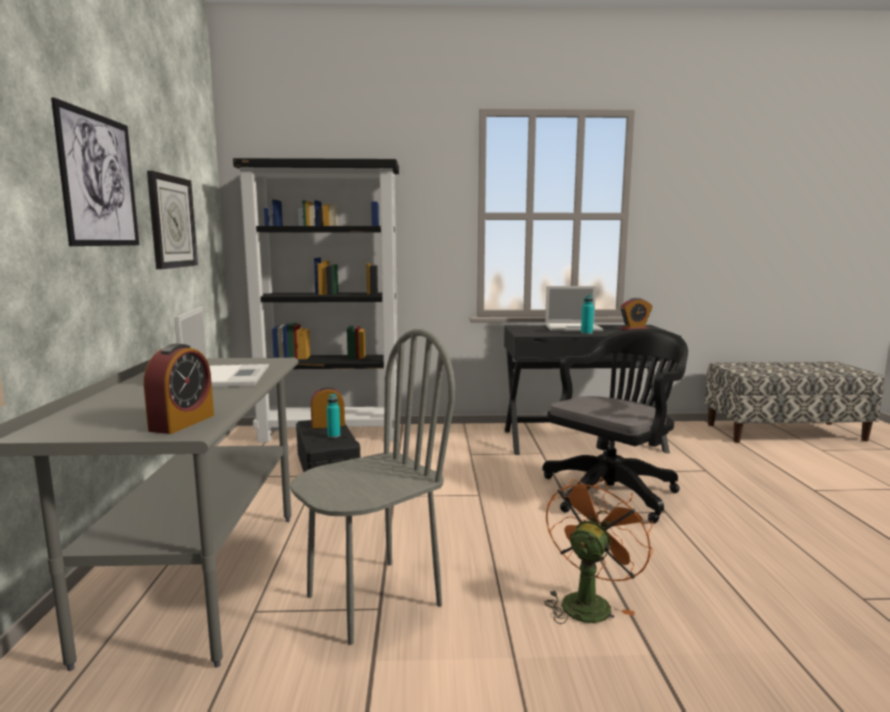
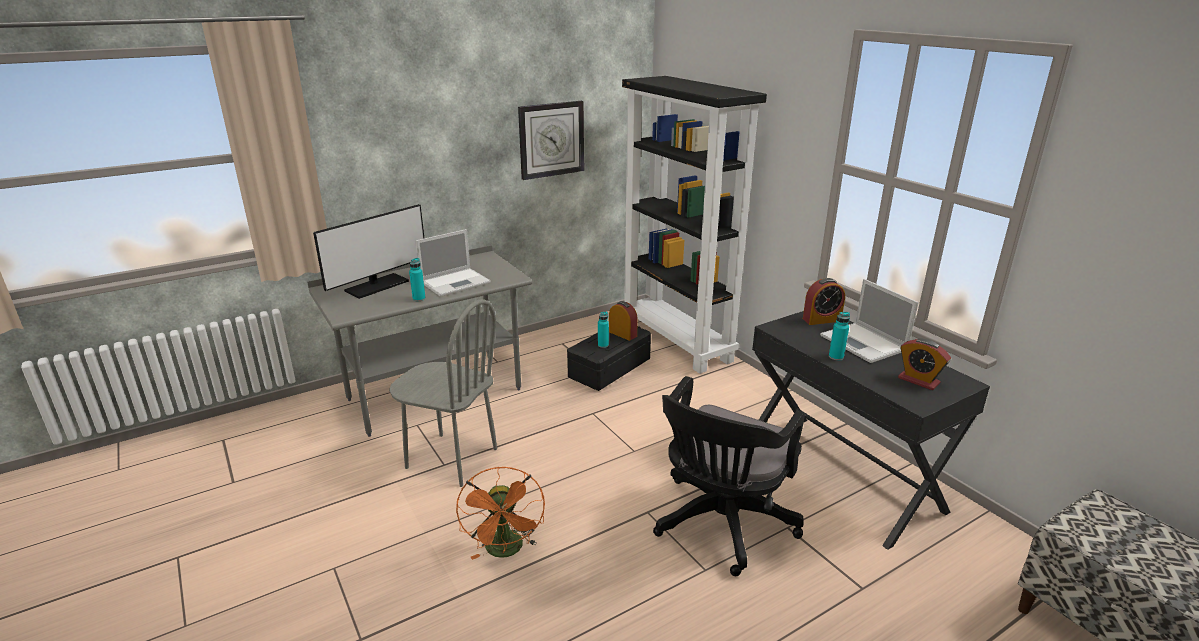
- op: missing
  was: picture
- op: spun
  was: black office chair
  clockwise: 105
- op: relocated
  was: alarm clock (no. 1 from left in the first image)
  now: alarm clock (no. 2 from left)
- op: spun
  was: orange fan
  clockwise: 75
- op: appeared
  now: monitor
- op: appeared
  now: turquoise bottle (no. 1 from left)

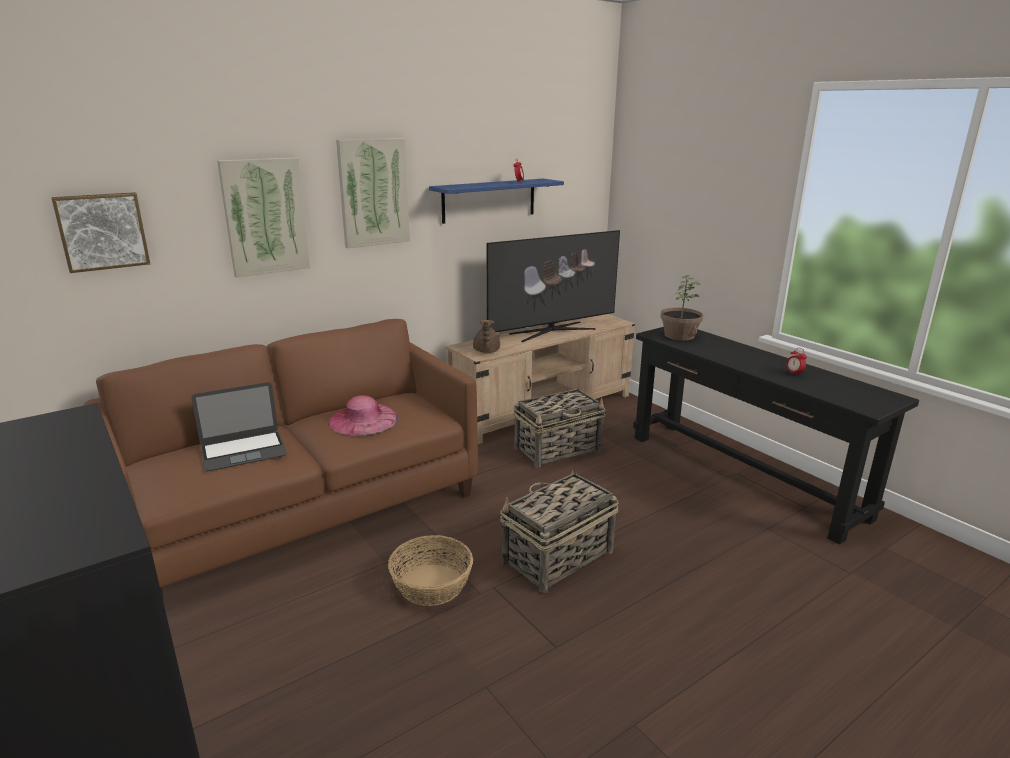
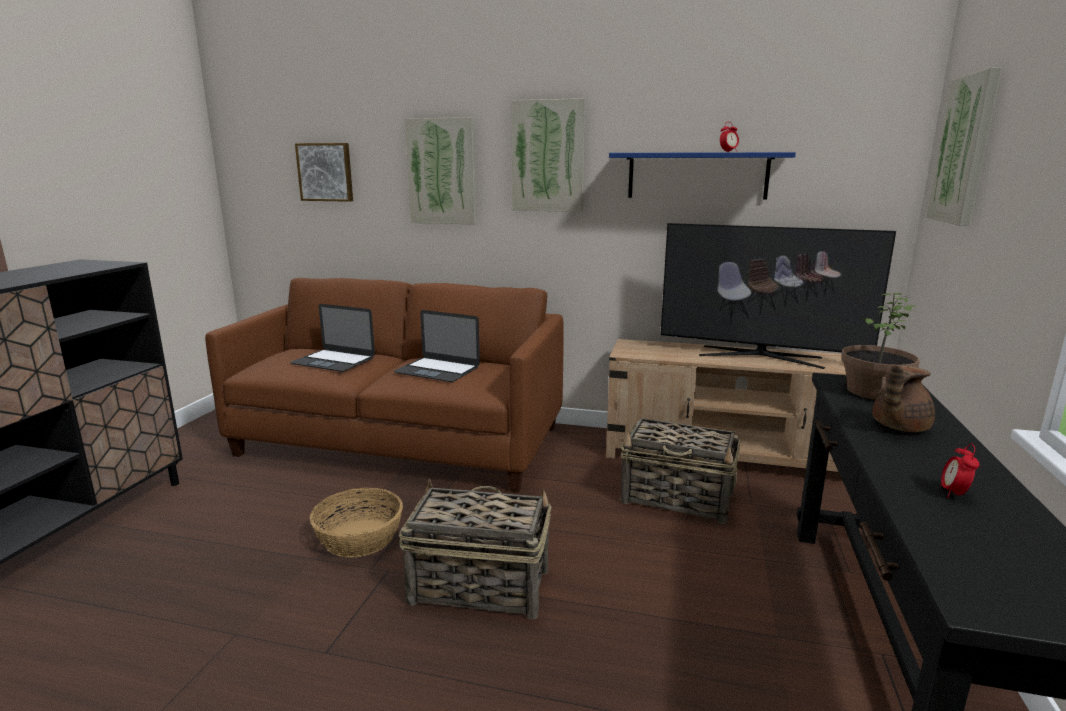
- op: relocated
  was: brown teapot
- op: exchanged
  was: pink hat
  now: laptop (no. 2 from left)
- op: appeared
  now: picture (no. 4 from left)

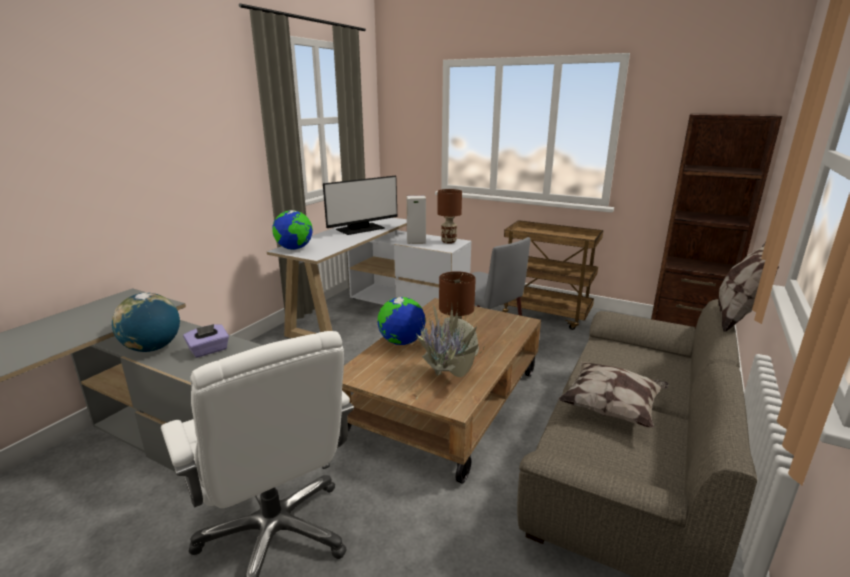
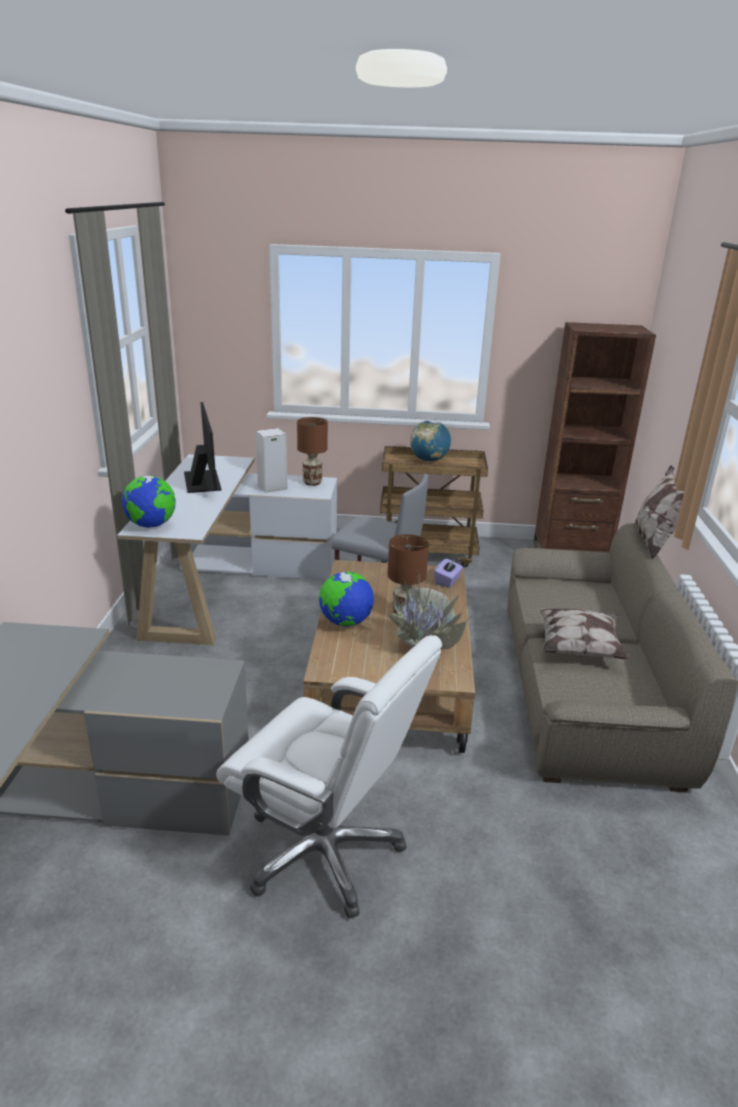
- op: spun
  was: monitor
  clockwise: -45
- op: relocated
  was: globe (no. 1 from left in the first image)
  now: globe (no. 3 from left)
- op: relocated
  was: purple tissue box

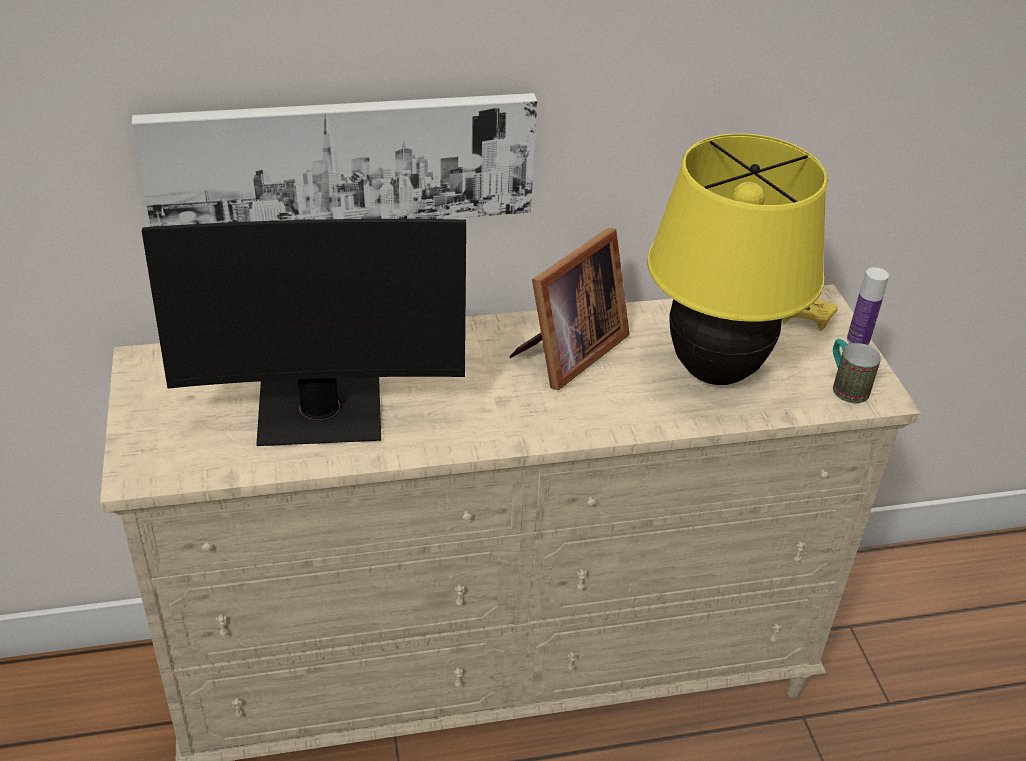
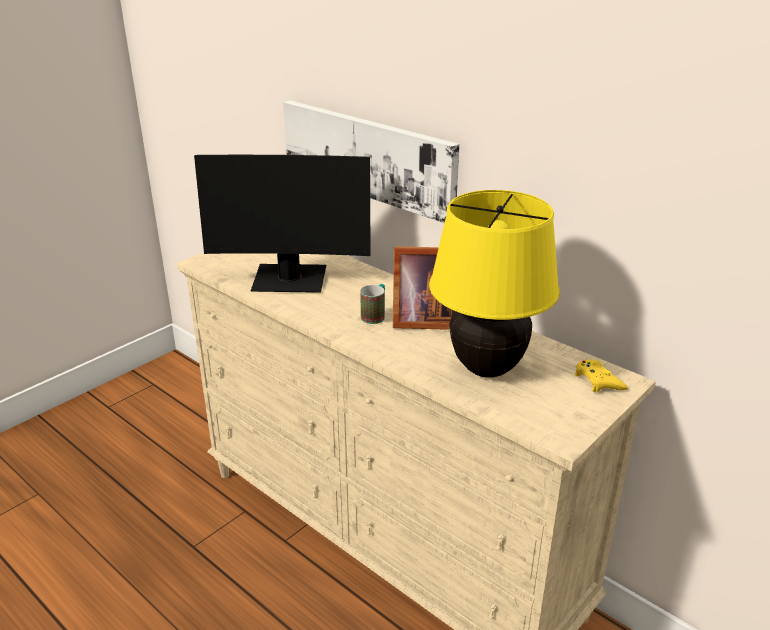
- op: spun
  was: monitor
  clockwise: -45
- op: missing
  was: bottle
- op: relocated
  was: mug

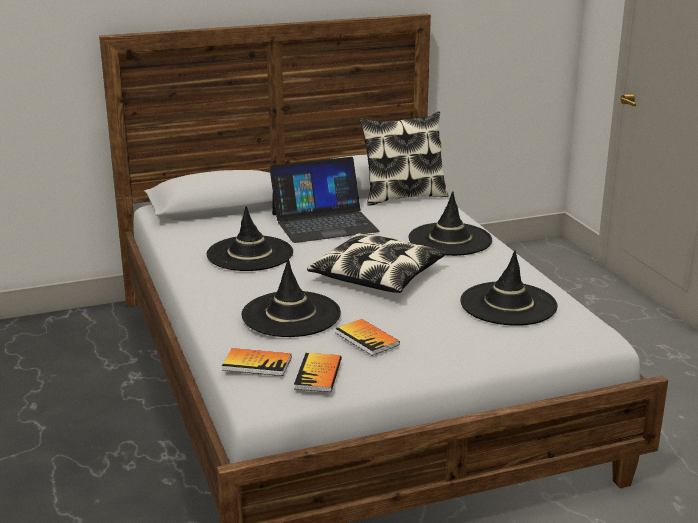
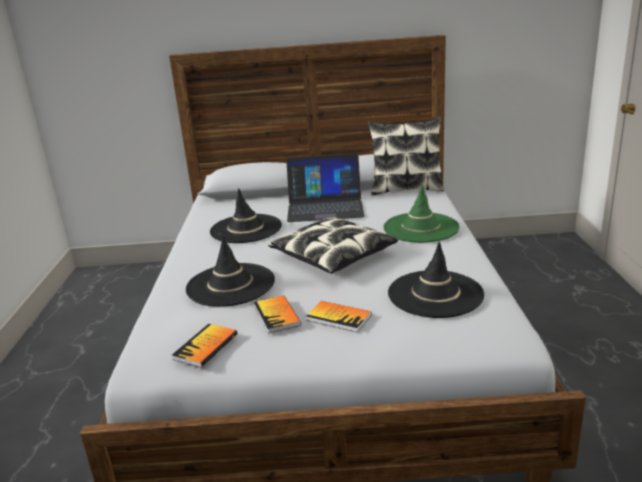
- op: colour
  was: black hat (no. 3 from left)
  now: green hat
- op: relocated
  was: book (no. 1 from left in the first image)
  now: book (no. 3 from left)

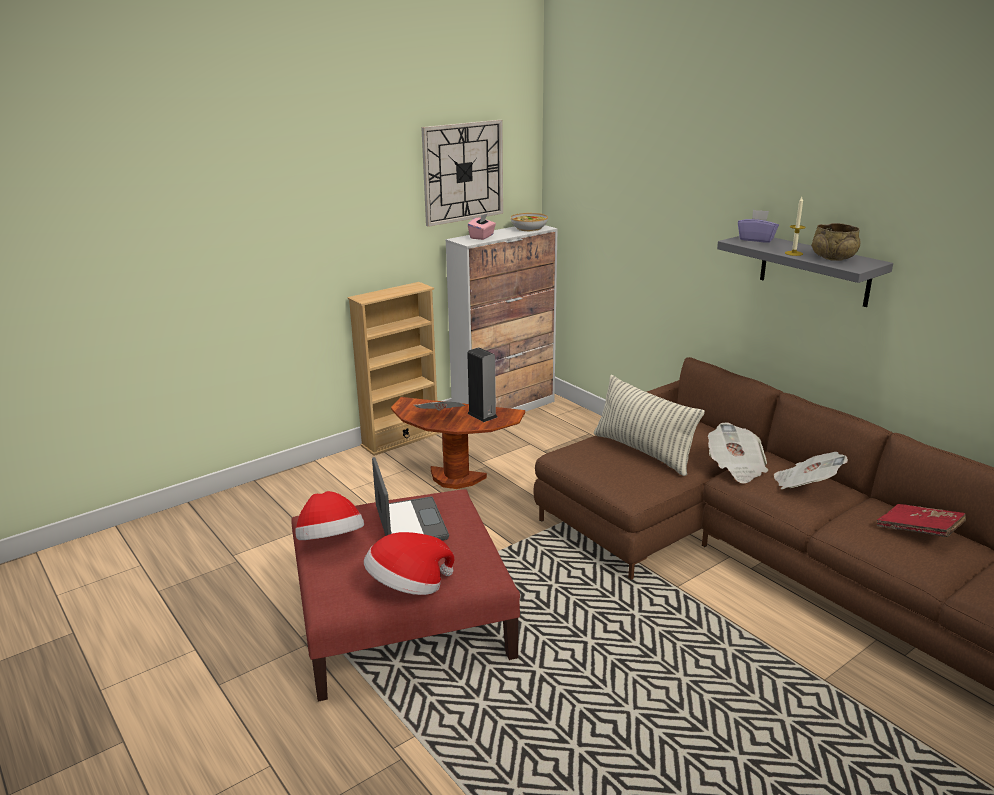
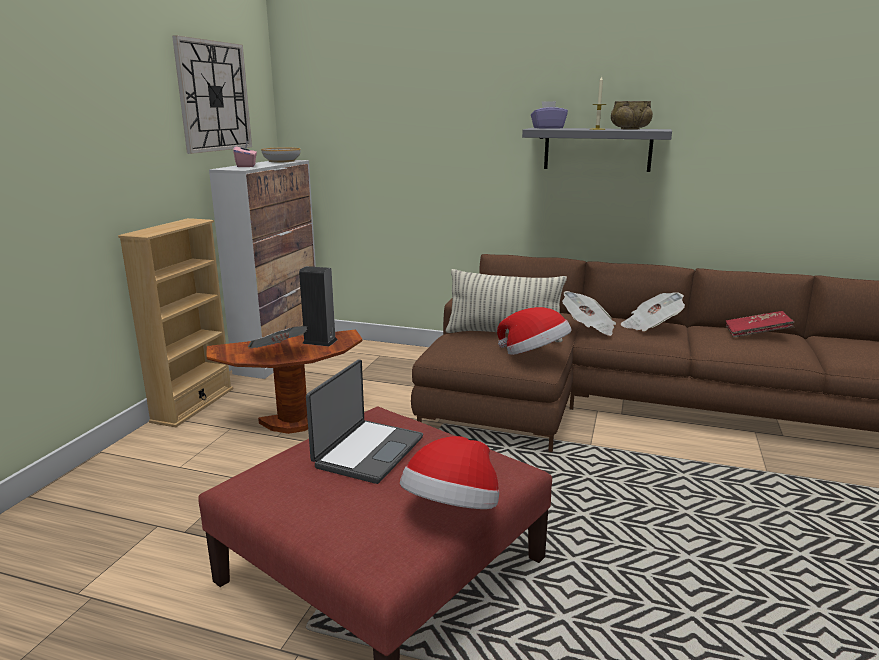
- op: spun
  was: laptop
  clockwise: 75
- op: relocated
  was: hat (no. 1 from left in the first image)
  now: hat (no. 2 from left)

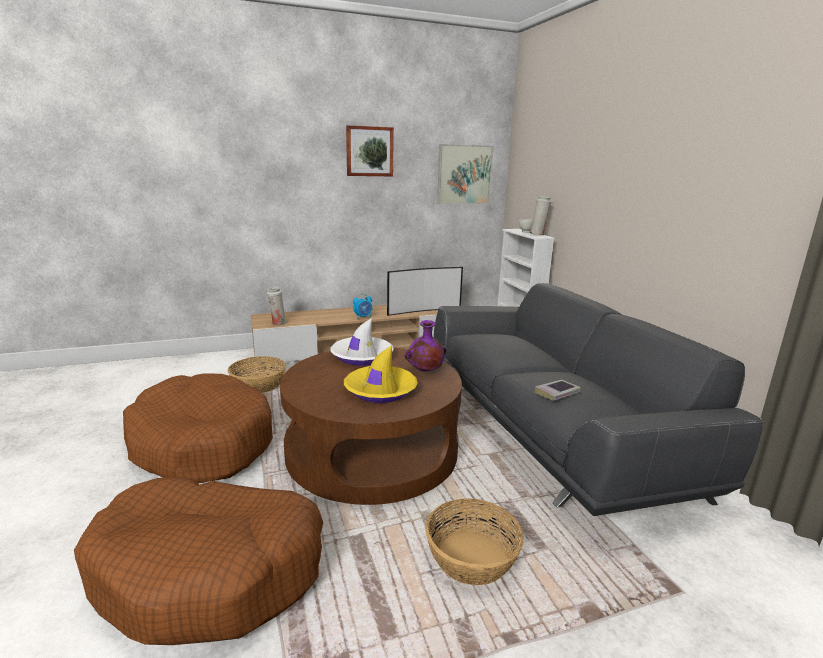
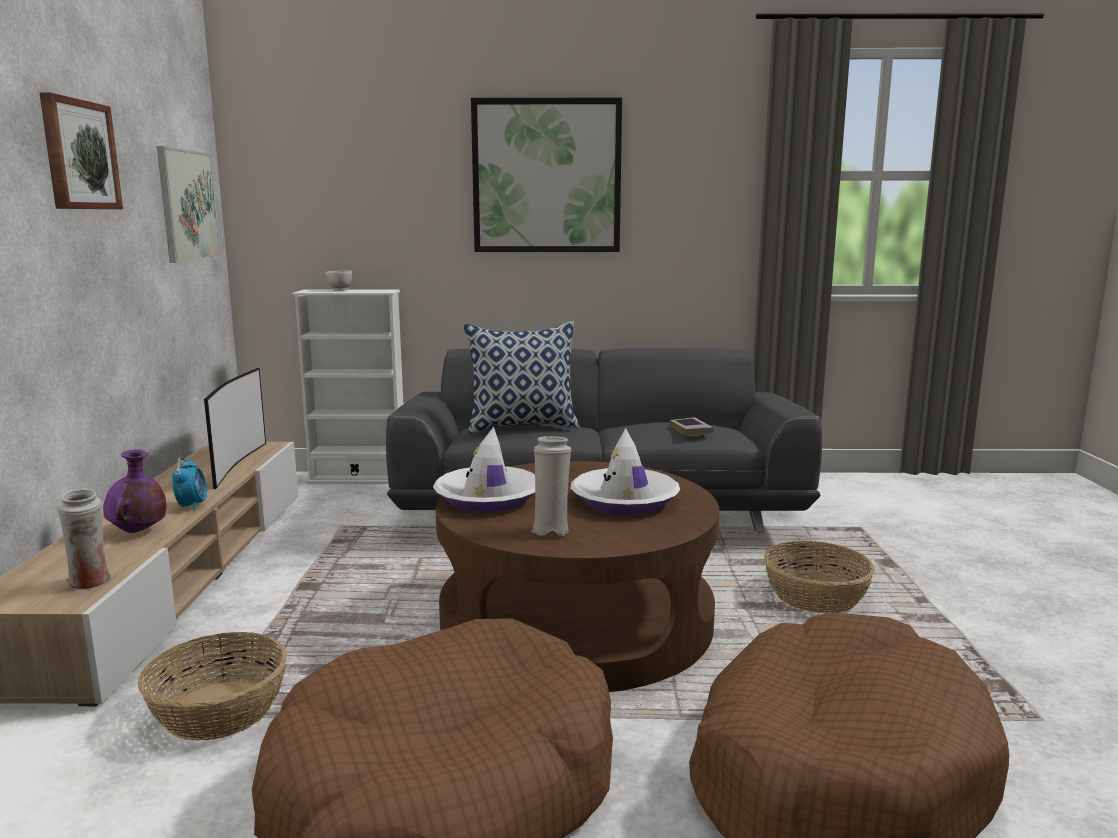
- op: relocated
  was: white vase (no. 2 from left)
- op: relocated
  was: purple vase
- op: colour
  was: yellow hat
  now: white hat (no. 2 from left)
- op: appeared
  now: picture (no. 3 from left)
- op: appeared
  now: pillow

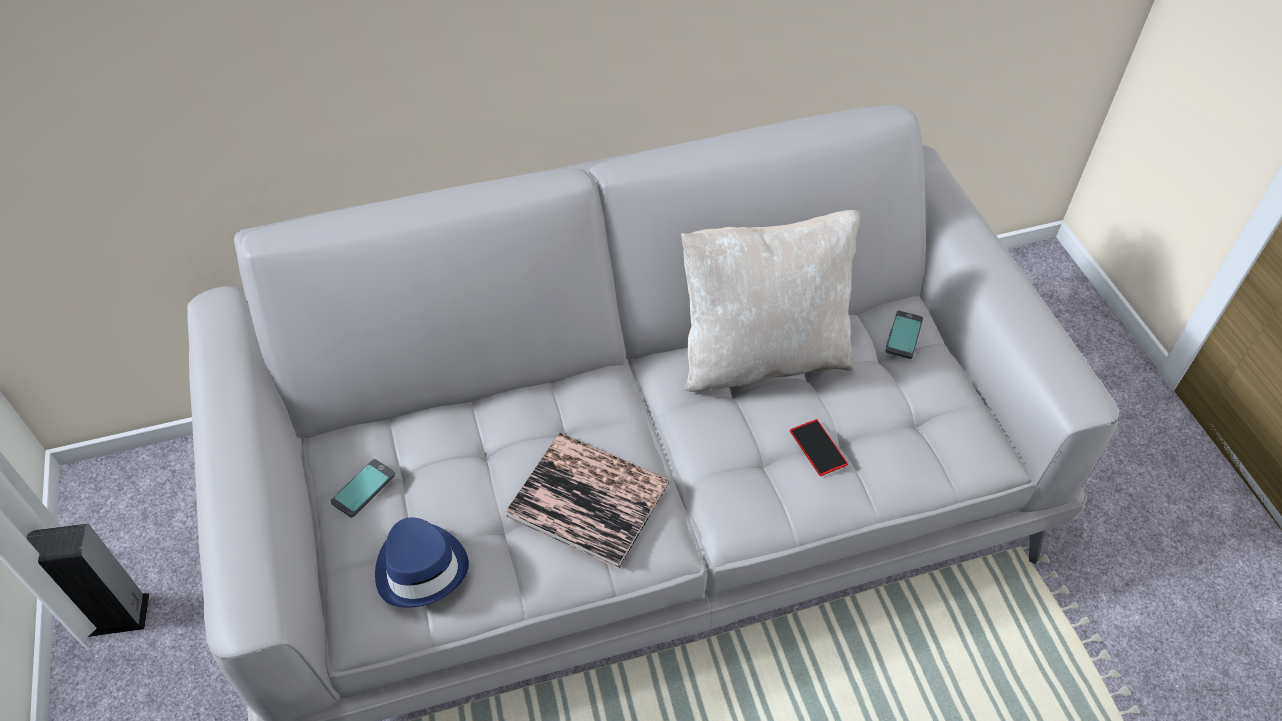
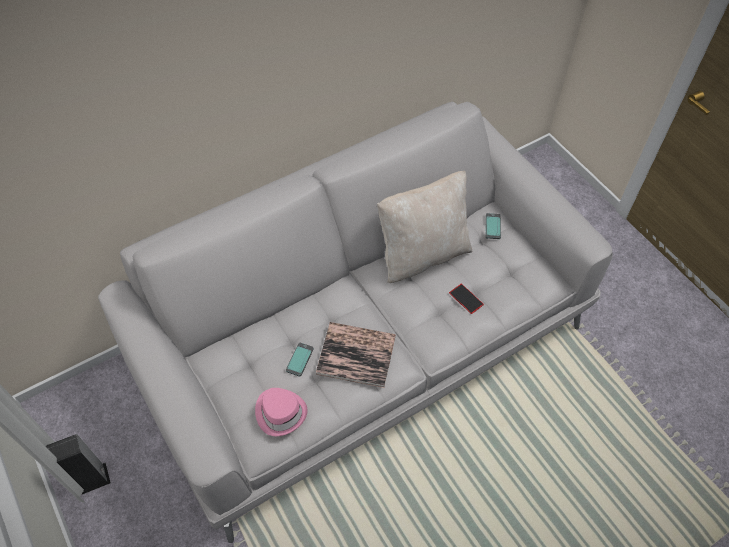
- op: relocated
  was: phone (no. 1 from left)
- op: colour
  was: blue hat
  now: pink hat

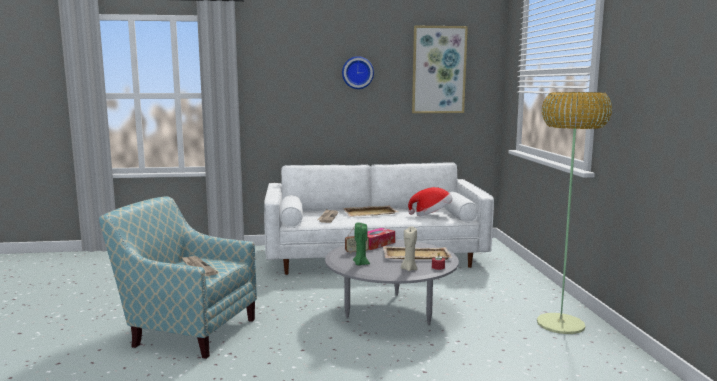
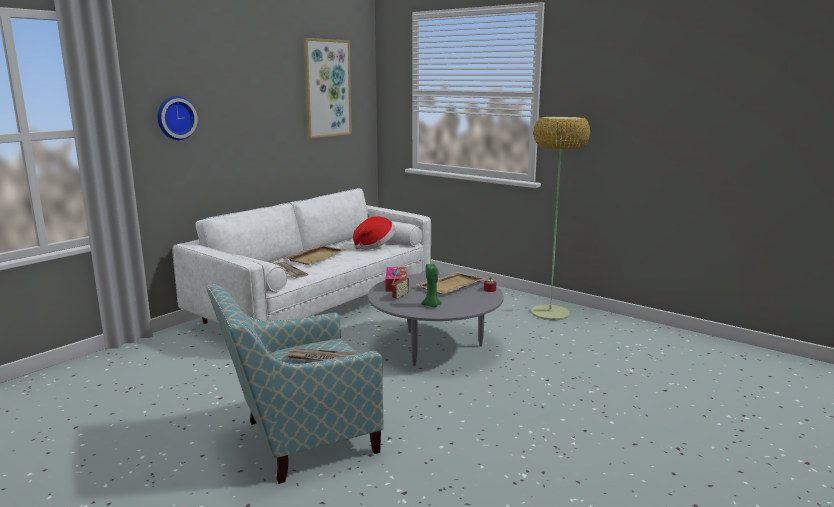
- op: relocated
  was: wall clock
- op: missing
  was: beige candle

